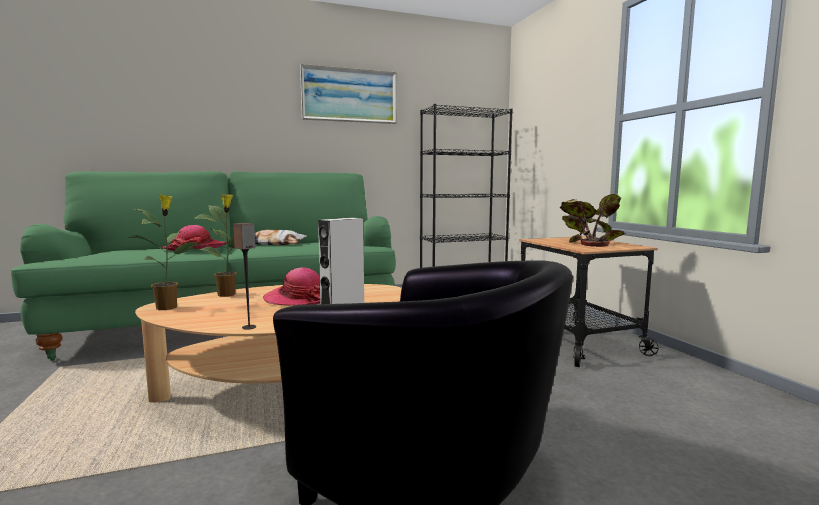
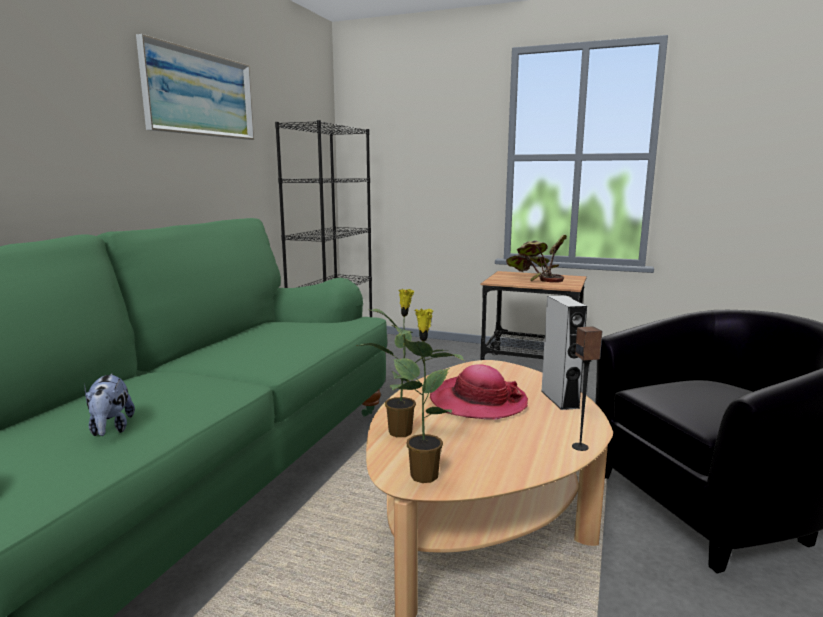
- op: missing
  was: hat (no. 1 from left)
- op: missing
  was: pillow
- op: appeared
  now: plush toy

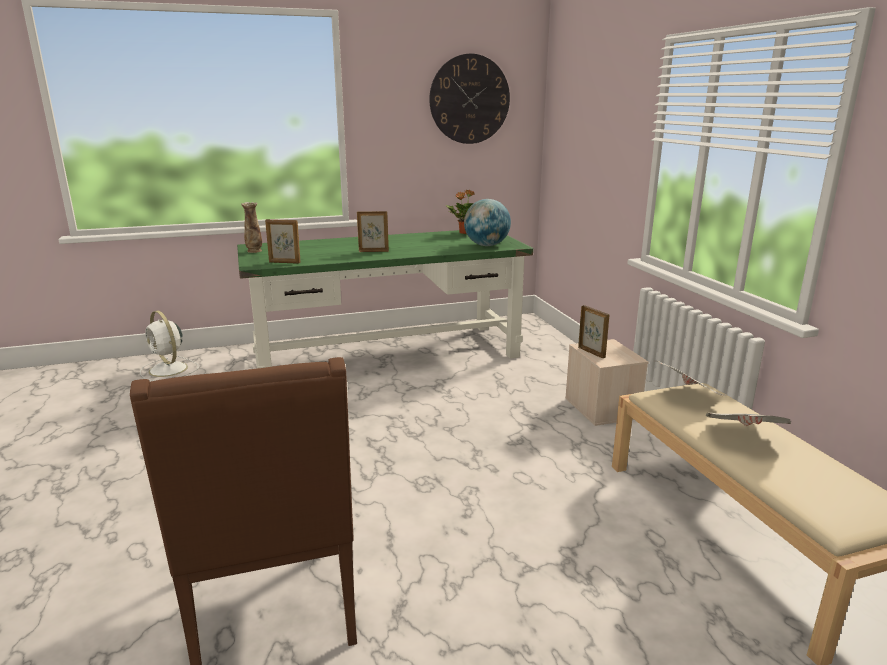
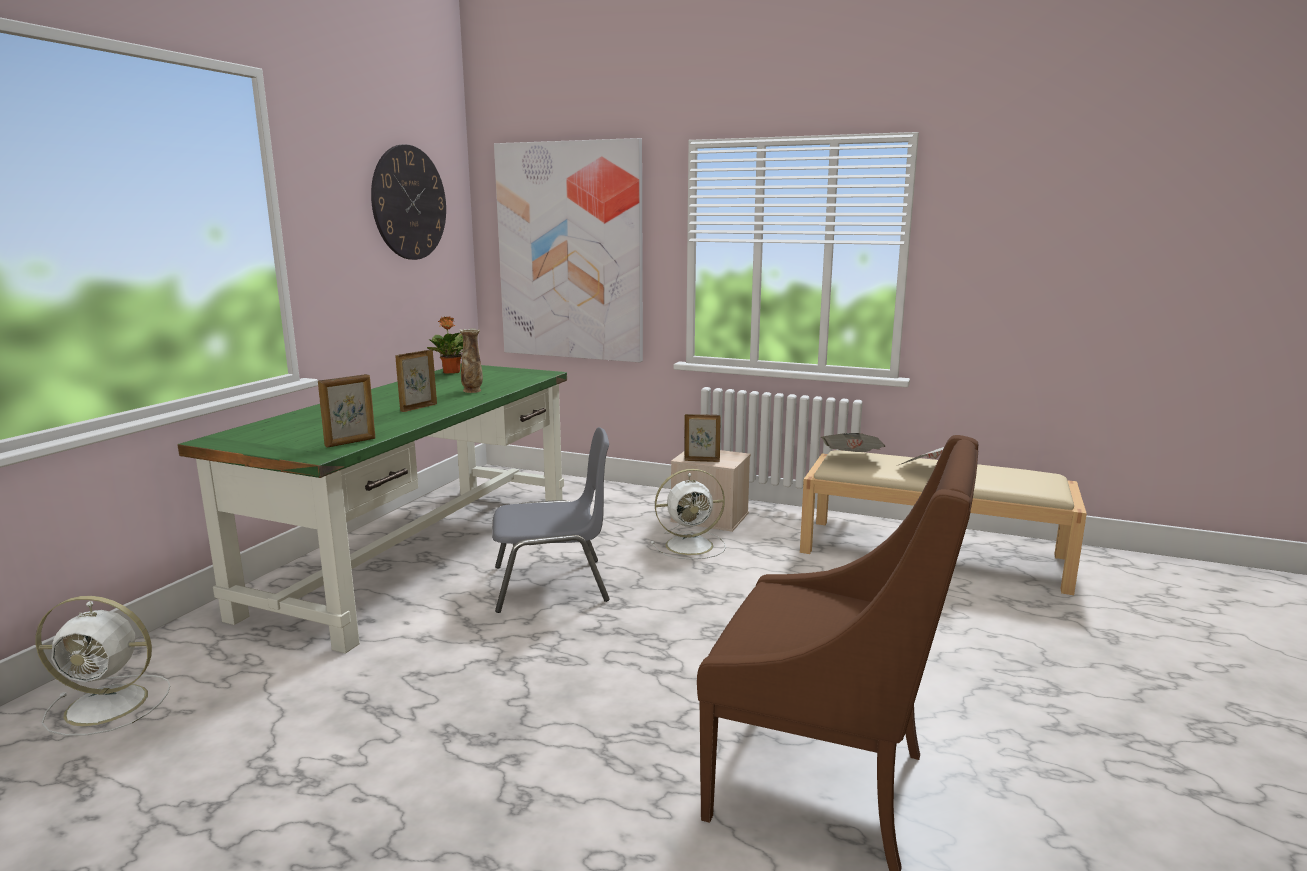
- op: missing
  was: globe
- op: relocated
  was: vase
- op: appeared
  now: picture
- op: appeared
  now: grey chair
- op: appeared
  now: white fan (no. 2 from left)

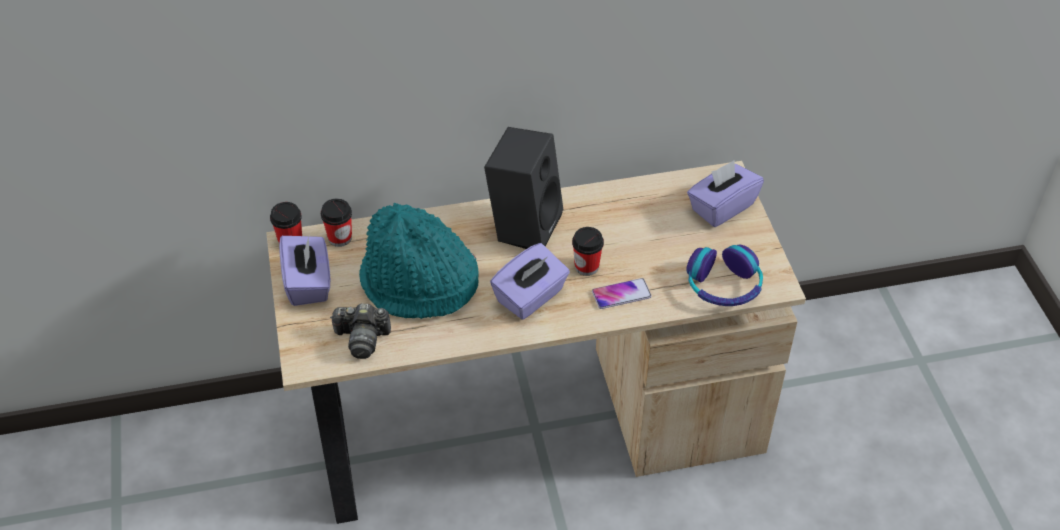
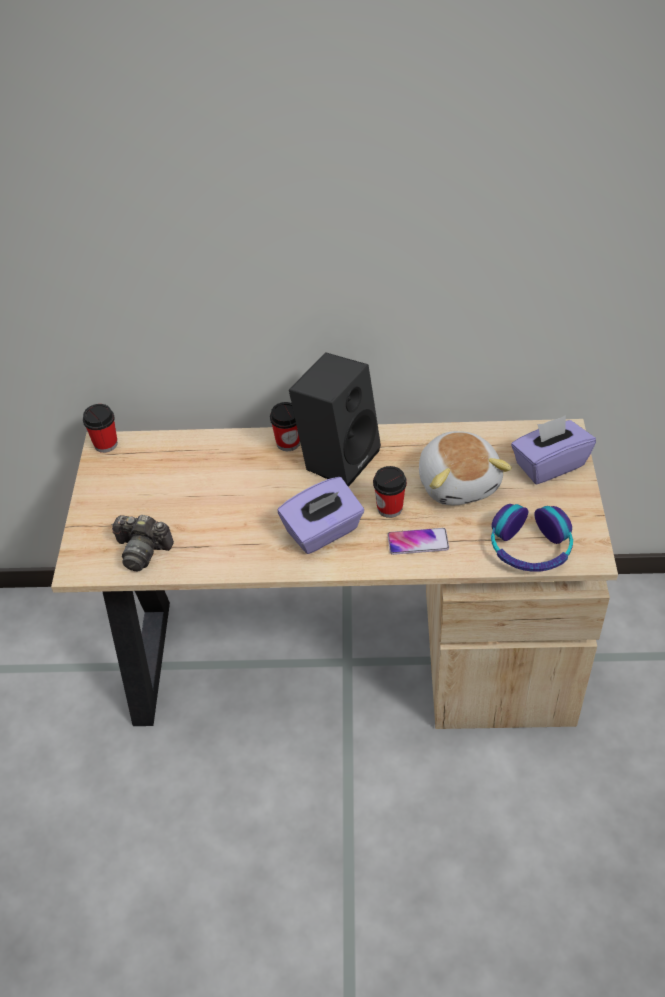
- op: relocated
  was: cup (no. 2 from left)
- op: missing
  was: turquoise hat
- op: missing
  was: purple tissue box (no. 1 from left)
- op: appeared
  now: plush toy

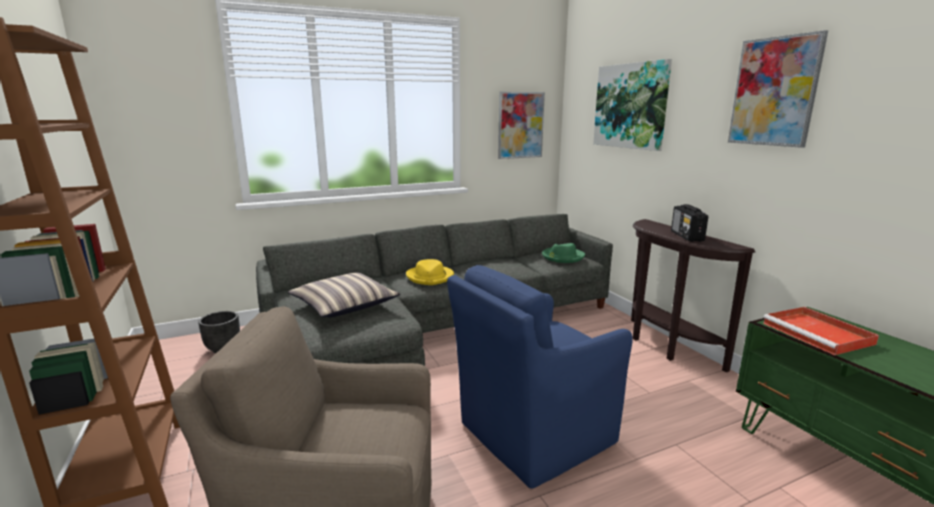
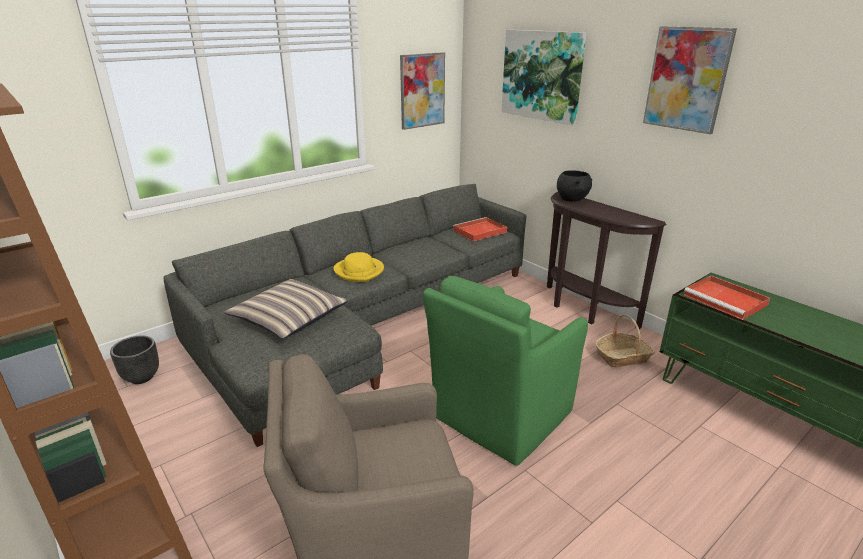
- op: missing
  was: radio
- op: exchanged
  was: green hat
  now: red tray (no. 1 from left)
- op: colour
  was: blue armchair
  now: green armchair
- op: appeared
  now: black bowl
- op: appeared
  now: basket

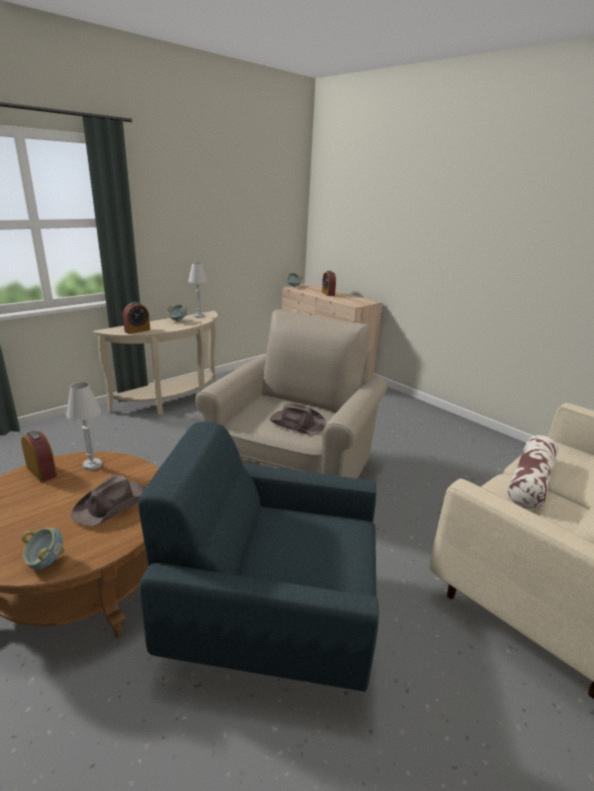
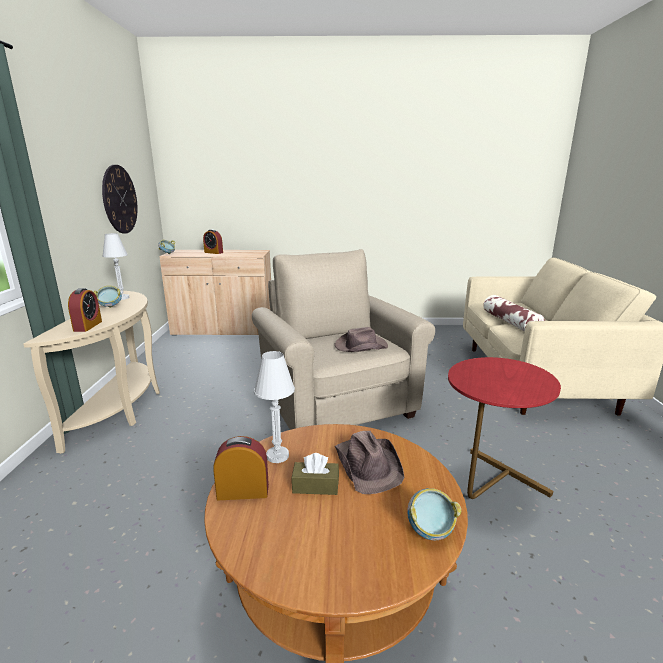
- op: exchanged
  was: blue armchair
  now: red side table
- op: appeared
  now: wall clock
- op: appeared
  now: brown tissue box

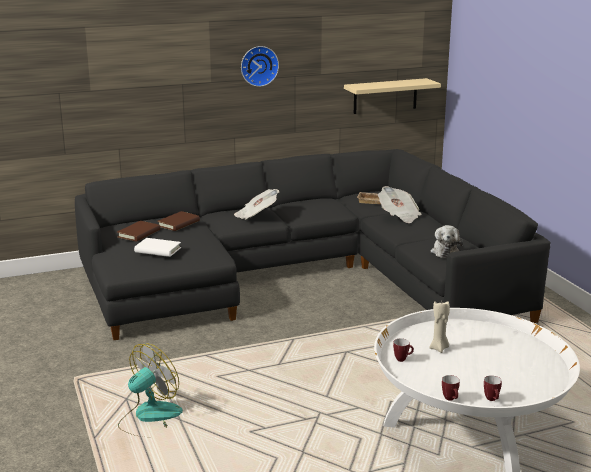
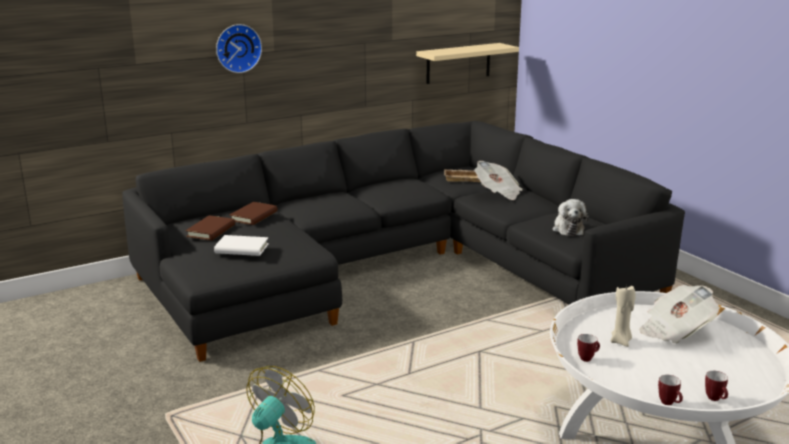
- op: relocated
  was: wall clock
- op: relocated
  was: newspaper (no. 1 from left in the first image)
  now: newspaper (no. 2 from left)

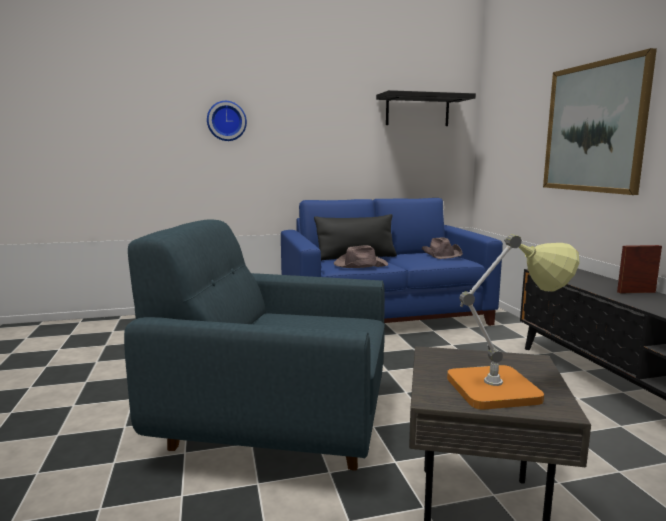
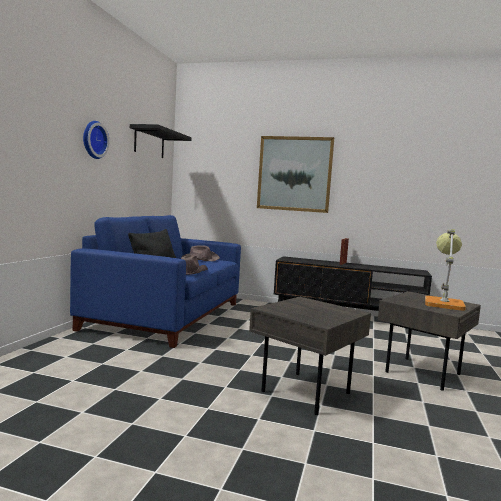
- op: relocated
  was: wall clock
- op: exchanged
  was: blue armchair
  now: grey side table (no. 1 from left)

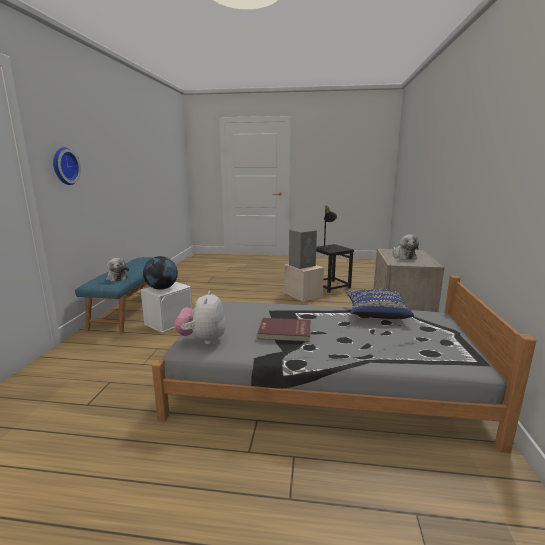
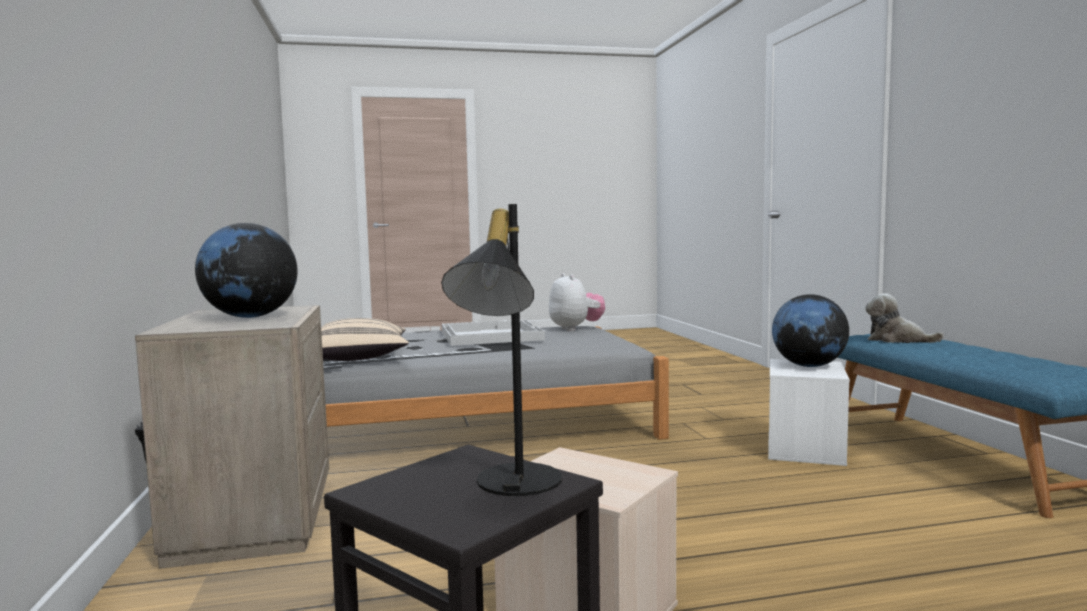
- op: missing
  was: wall clock
- op: missing
  was: grey speaker
- op: exchanged
  was: plush toy (no. 3 from left)
  now: globe (no. 1 from left)
- op: colour
  was: blue pillow
  now: beige pillow
- op: exchanged
  was: red book
  now: white tray

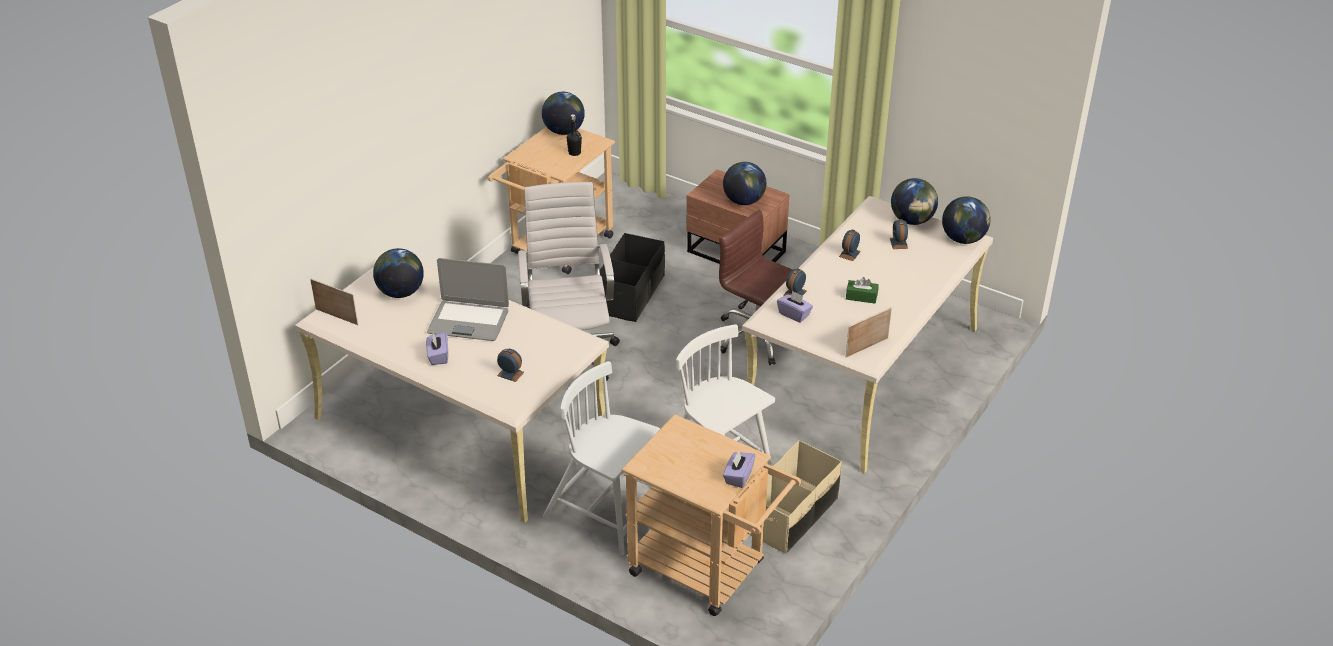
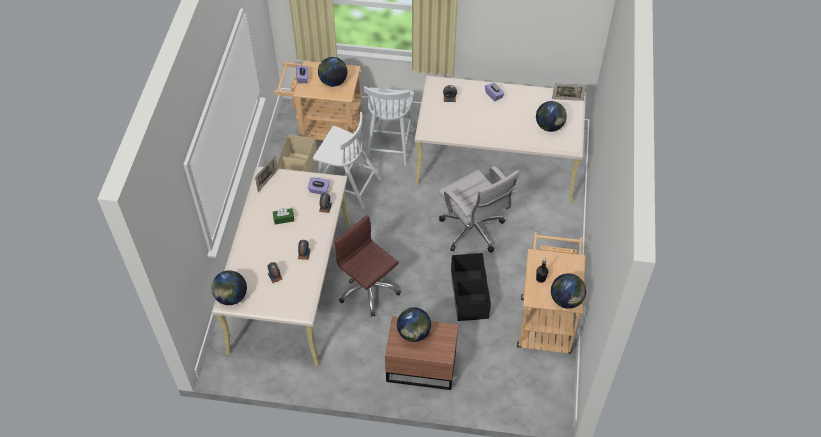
- op: relocated
  was: globe (no. 4 from left in the first image)
  now: globe (no. 2 from left)
- op: spun
  was: brown office chair
  clockwise: -150
- op: missing
  was: laptop
- op: spun
  was: white chair (no. 1 from left in the first image)
  clockwise: 90

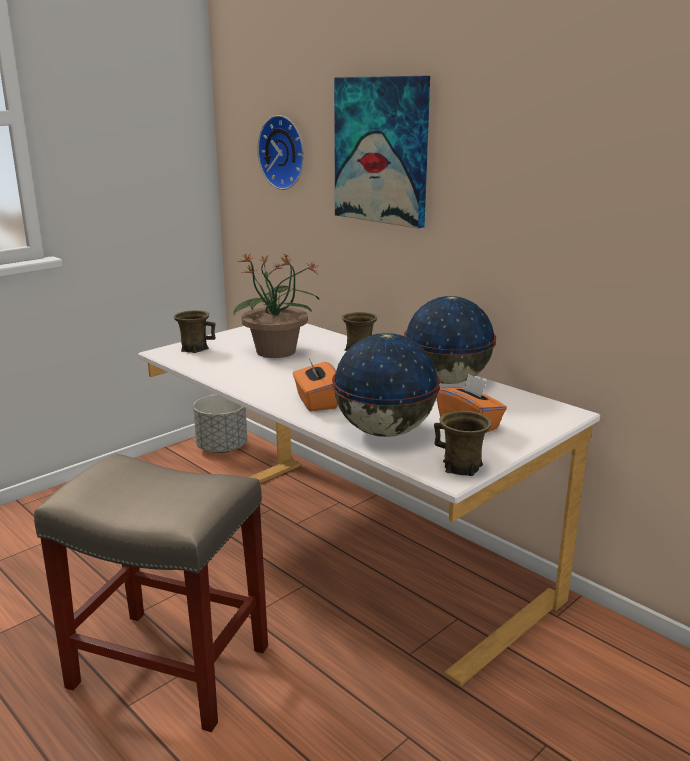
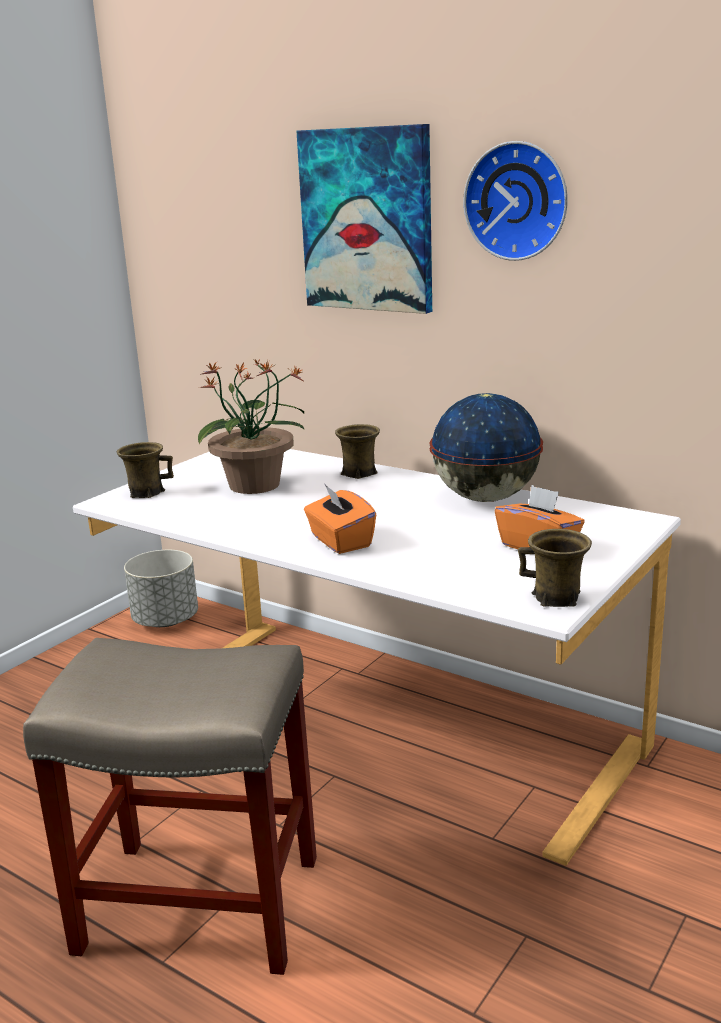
- op: relocated
  was: wall clock
- op: missing
  was: globe (no. 1 from left)

